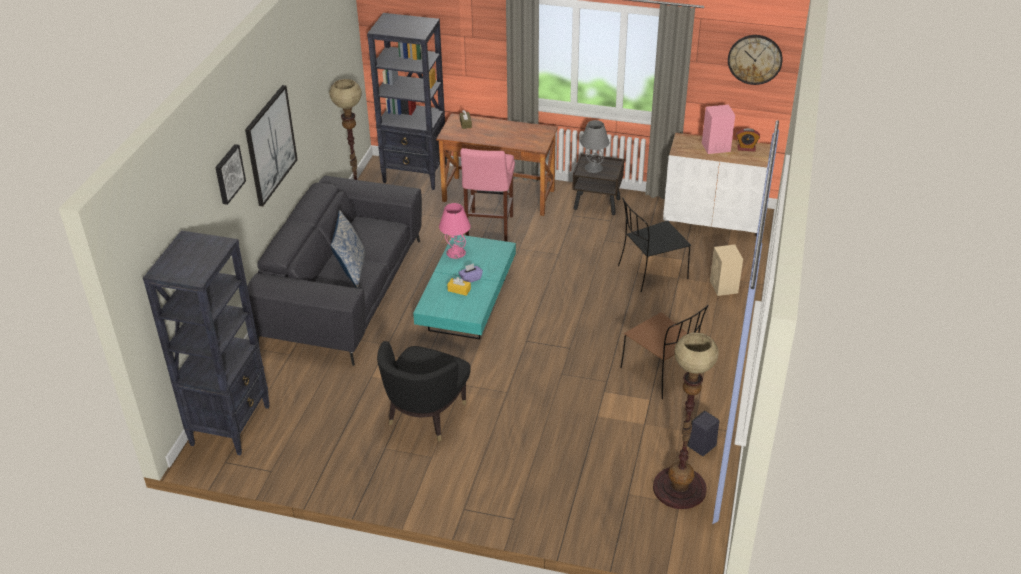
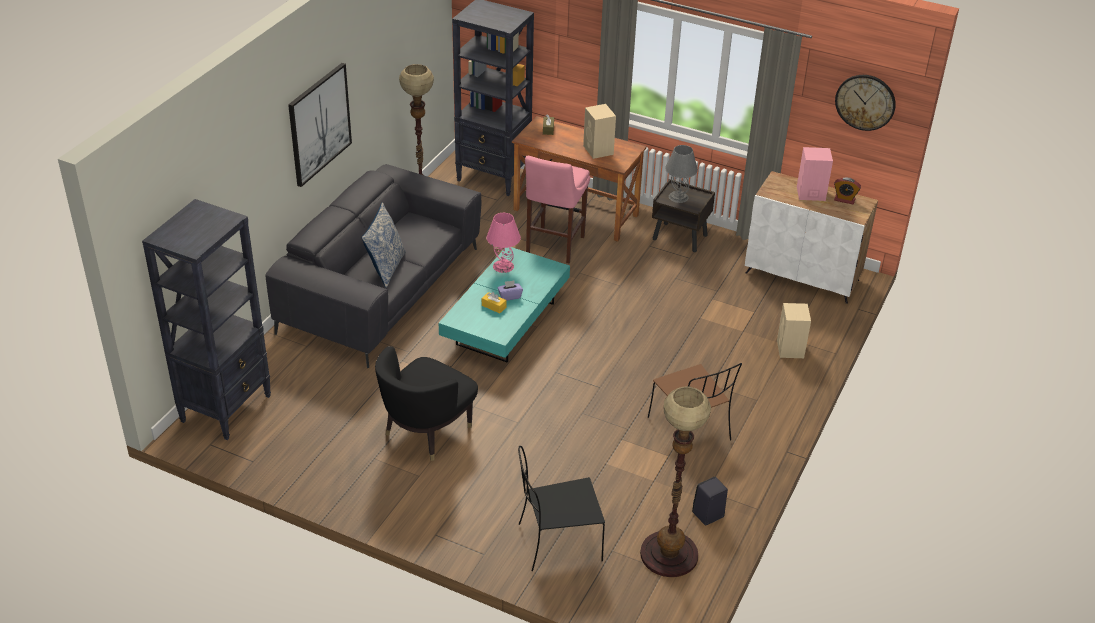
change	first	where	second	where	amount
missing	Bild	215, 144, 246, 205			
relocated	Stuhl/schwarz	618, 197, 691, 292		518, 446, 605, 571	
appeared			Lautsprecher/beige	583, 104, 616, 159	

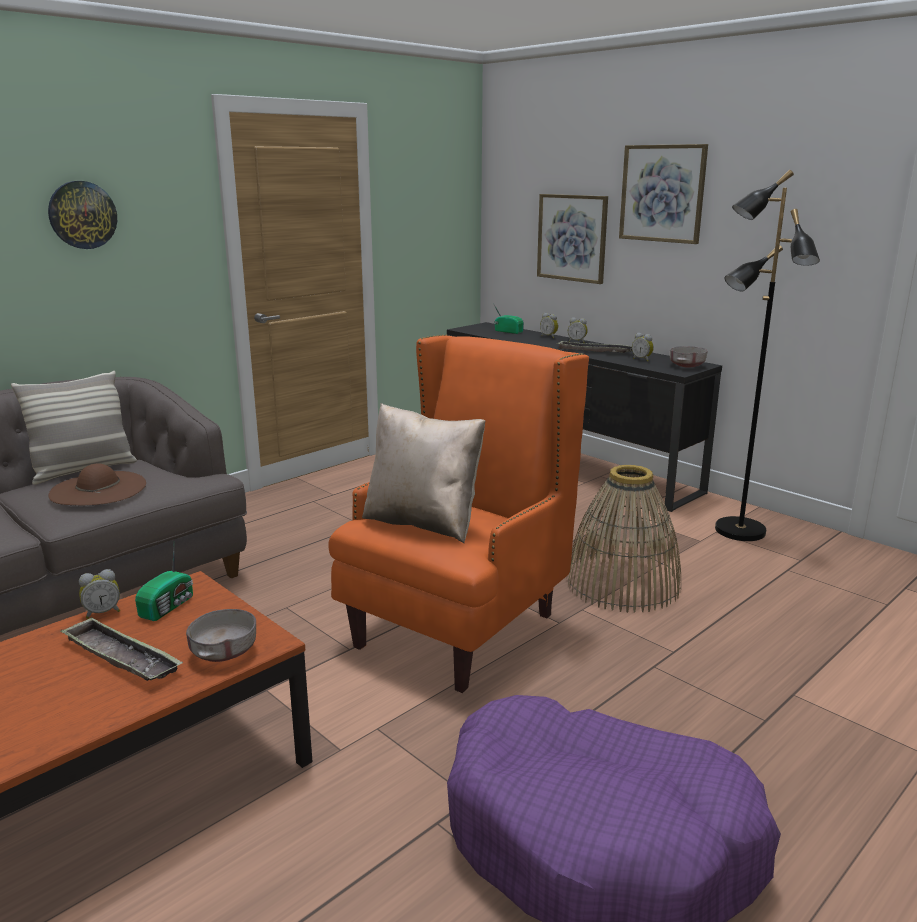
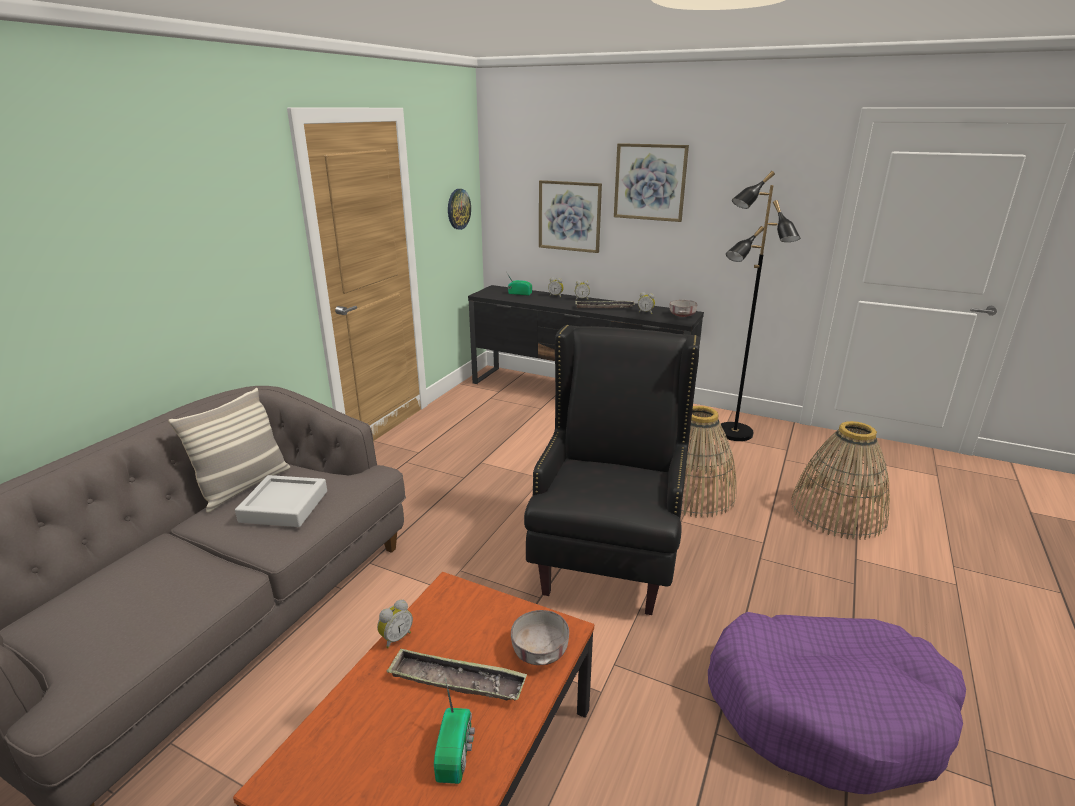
change	first	where	second	where	amount
relocated	Wanduhr	48, 181, 117, 249		448, 189, 471, 230	
exchanged	Hut/braun	49, 464, 146, 505	Tablett/grau	235, 475, 327, 527	
relocated	Radio	135, 546, 193, 621		434, 677, 475, 784	
colour	Sessel/orange	328, 334, 589, 693	Sessel/schwarz	524, 325, 700, 615	
missing	Kissen/beige	362, 403, 485, 543			
appeared			Korb	791, 421, 890, 540	

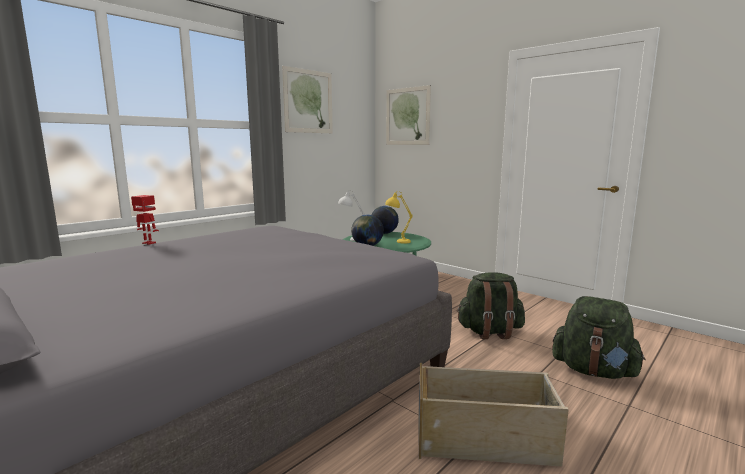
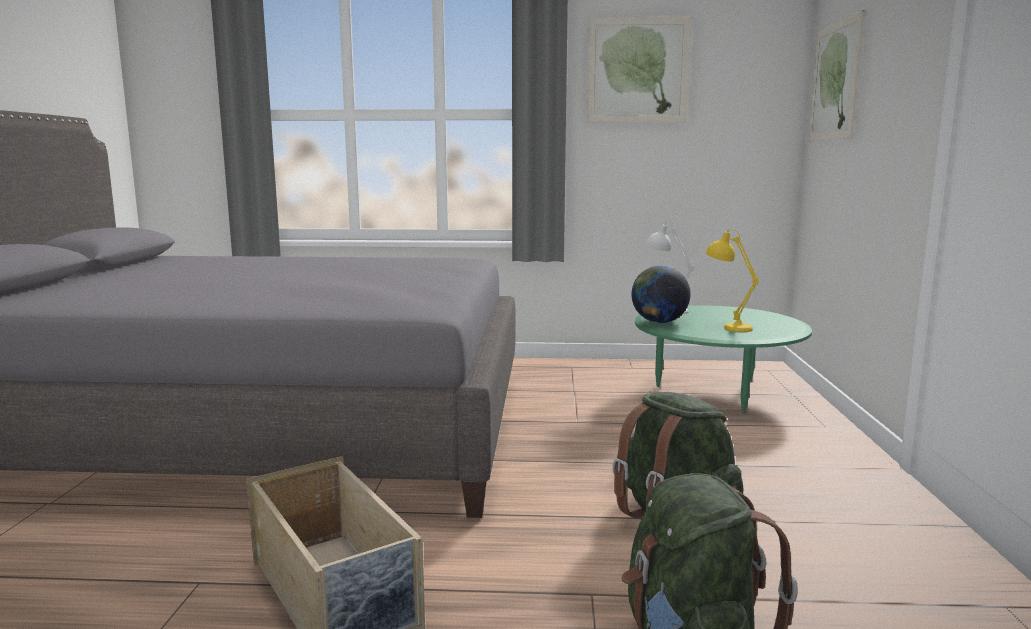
change	first	where	second	where	amount
missing	Spielzeugroboter	131, 195, 159, 245			
missing	Globus	371, 206, 399, 234			

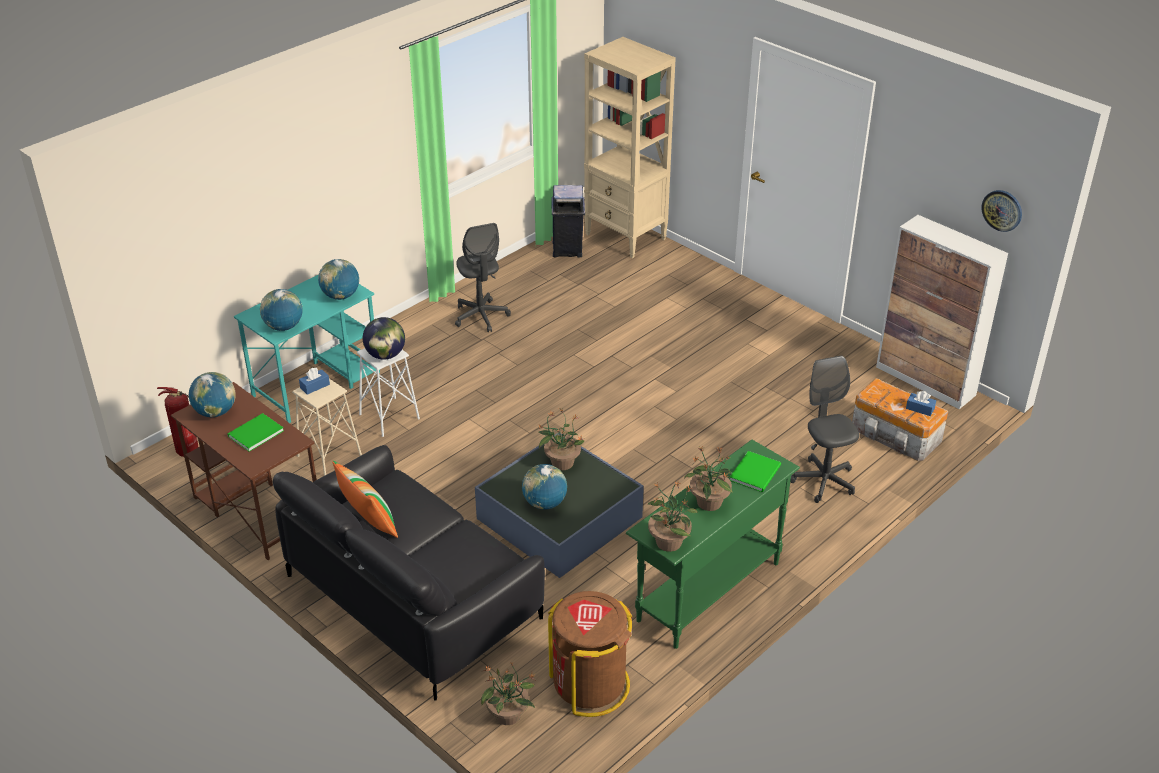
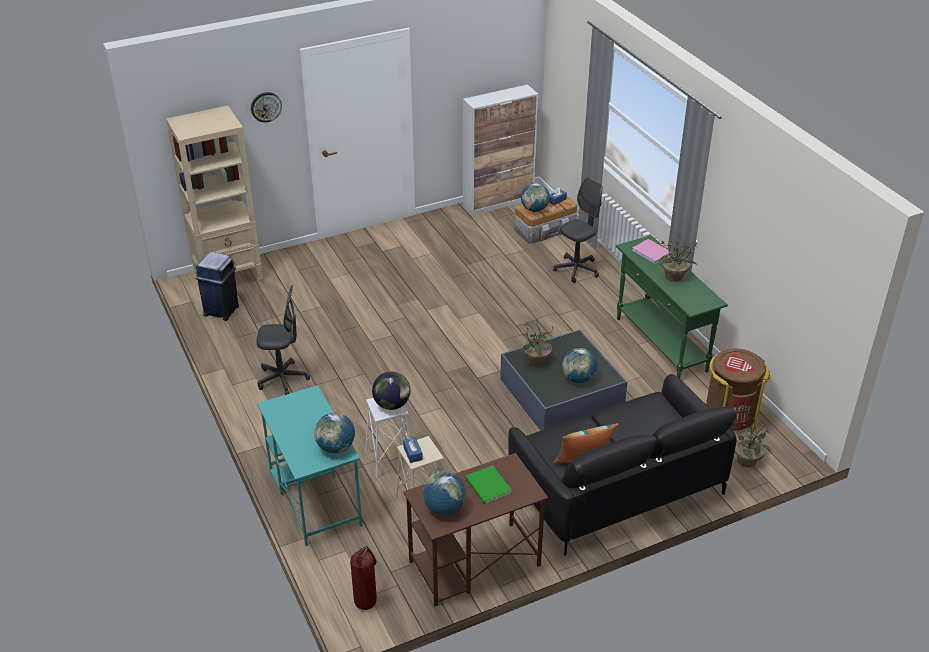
change	first	where	second	where	amount
relocated	Globus	318, 259, 359, 300		521, 183, 550, 212	
missing	Topfpflanze	647, 481, 697, 552			
colour	Buch/grün	730, 451, 781, 492	Buch/rosa	632, 239, 672, 264	
spun	Bürostuhl/grau	790, 356, 859, 503		553, 178, 603, 283	135 degrees clockwise
relocated	Wanduhr	981, 190, 1022, 232		251, 92, 282, 123	

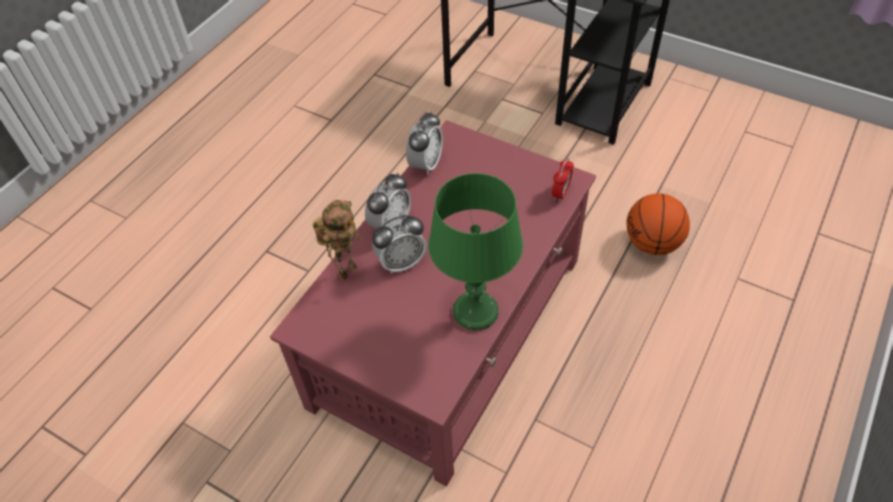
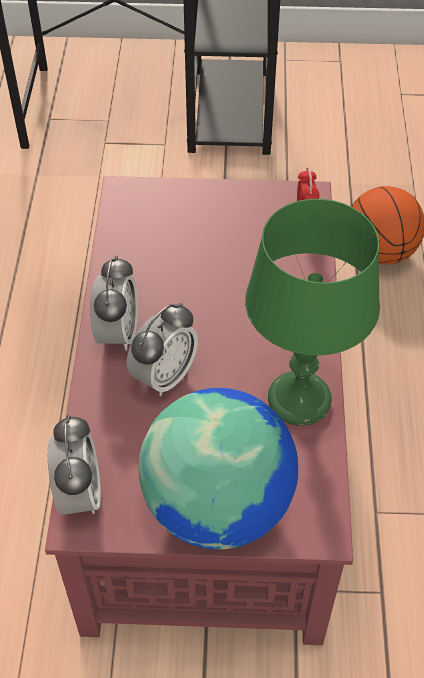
change	first	where	second	where	amount
missing	Spielzeugroboter	313, 200, 362, 281			
relocated	Wecker	406, 112, 443, 175		48, 415, 101, 515	
appeared			Globus	139, 388, 298, 549	

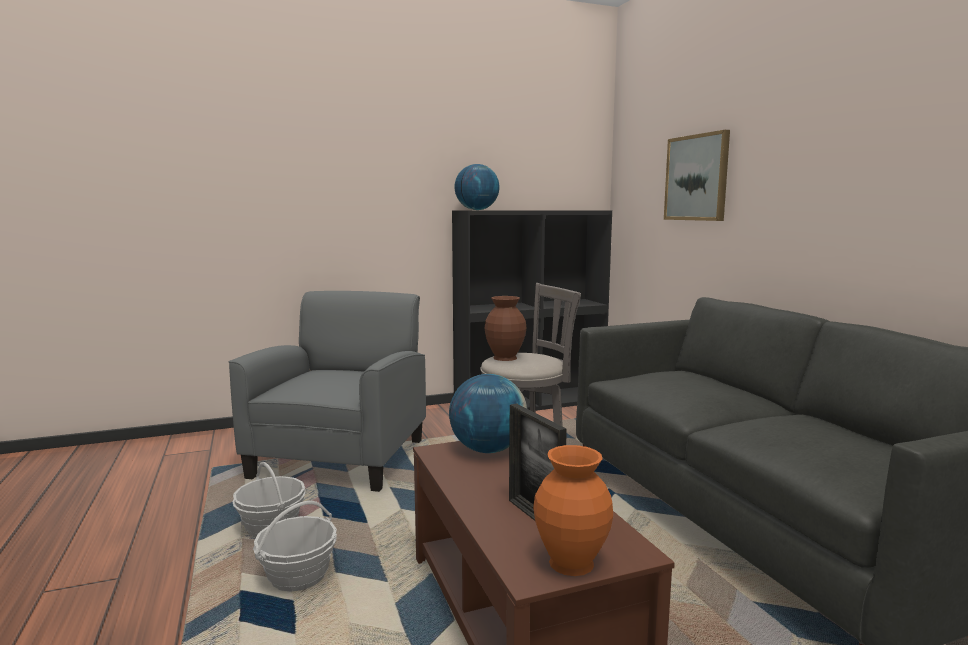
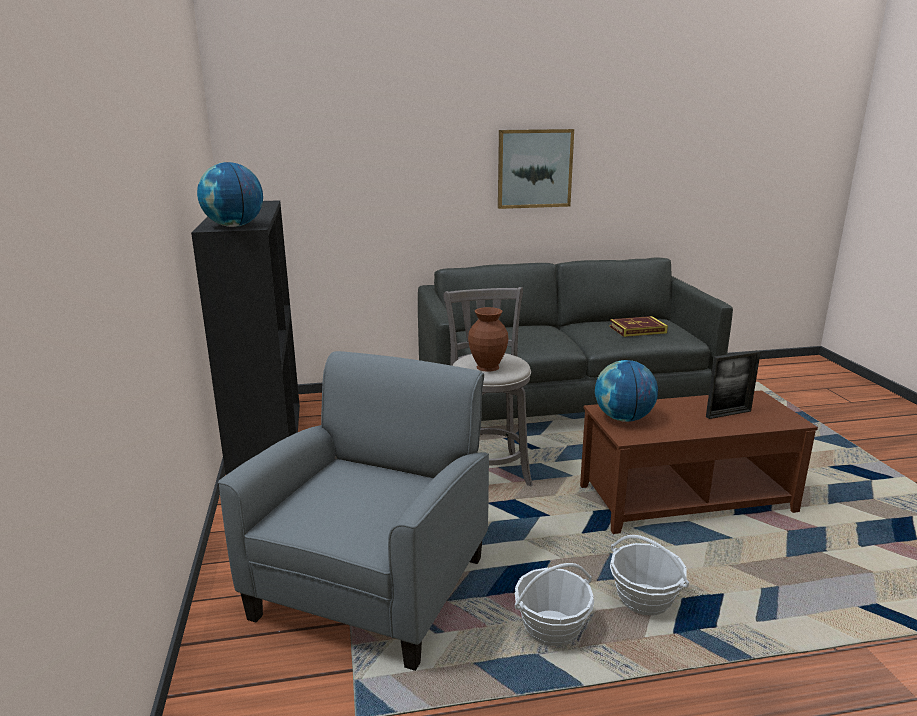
change	first	where	second	where	amount
spun	Sessel/grau	229, 291, 426, 492		218, 351, 489, 671	90 degrees clockwise
missing	Vase/orange	533, 445, 613, 576			
relocated	Bild	664, 130, 730, 221		498, 129, 574, 209	
appeared			Buch	610, 316, 668, 337	

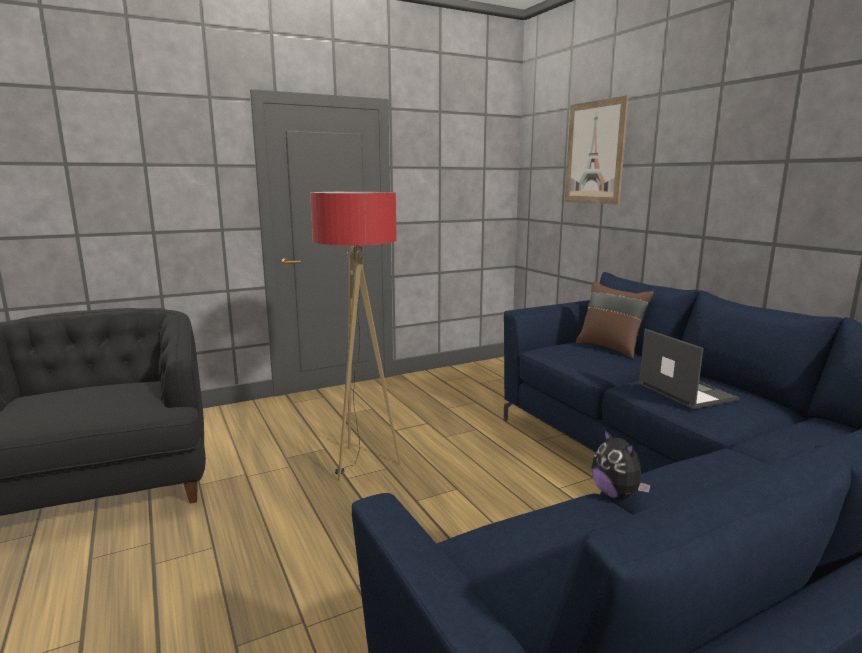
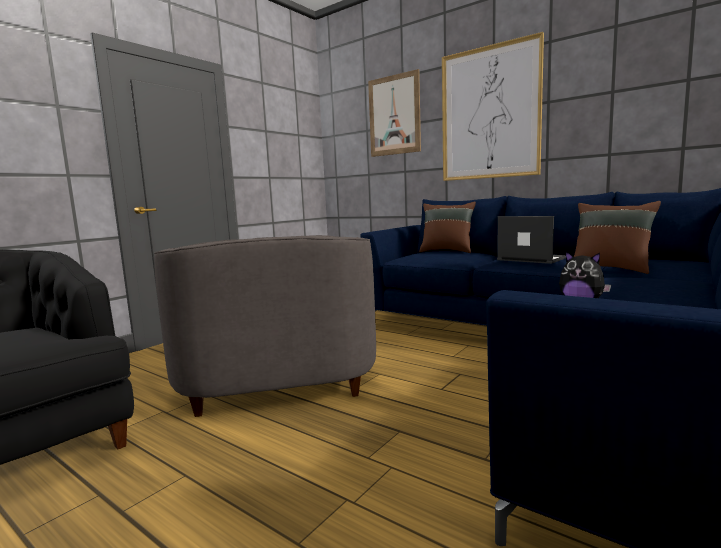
change	first	where	second	where	amount
exchanged	Stehlampe	310, 191, 401, 481	Sessel/grau	154, 235, 376, 417	
appeared			Bild	442, 32, 544, 181	
appeared			Kissen/braun	574, 201, 661, 274	

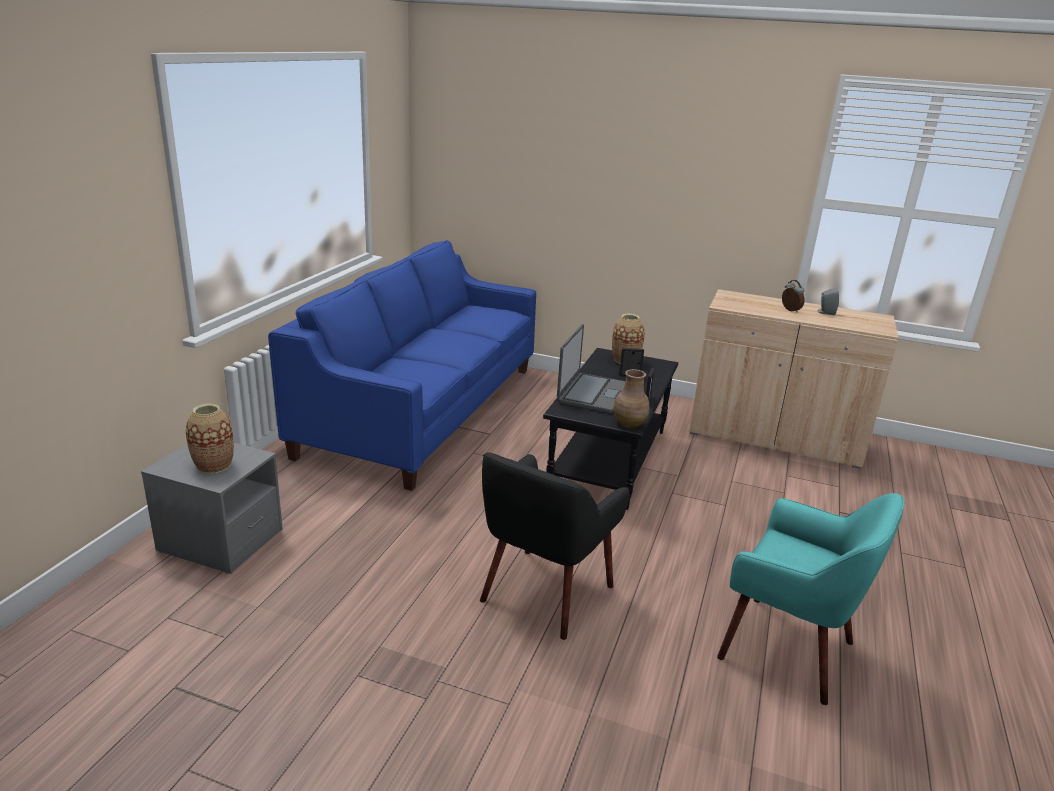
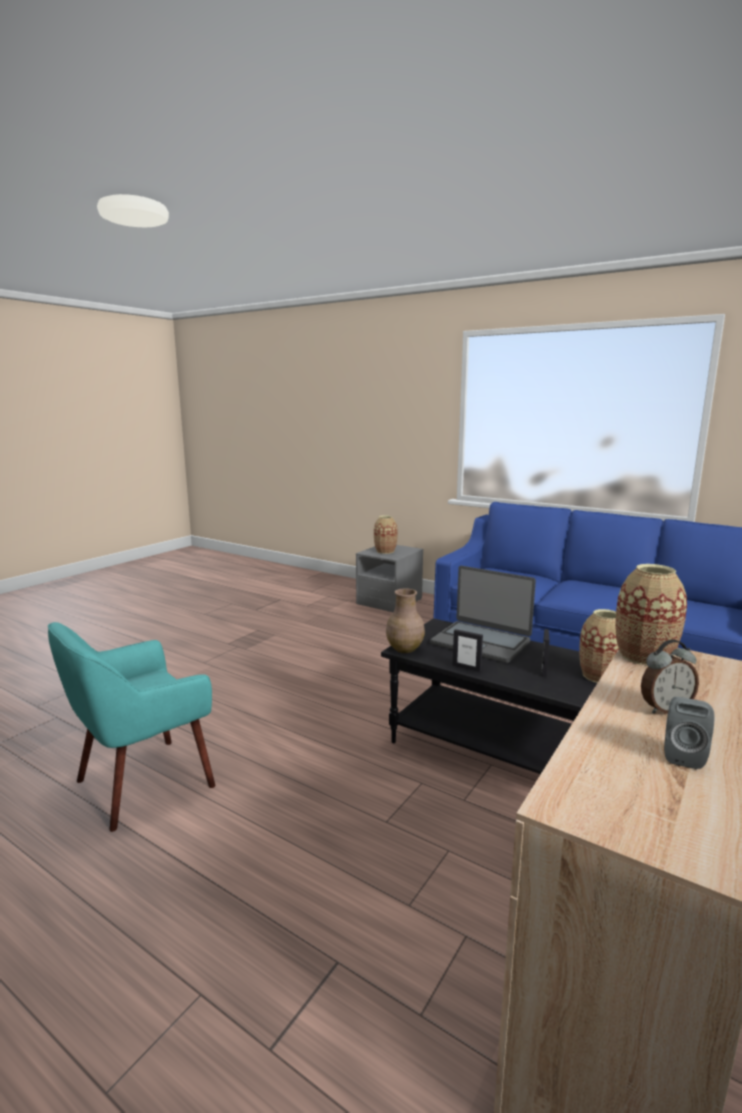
change	first	where	second	where	amount
missing	Sessel/schwarz	480, 453, 630, 640			
appeared			Vase	615, 564, 687, 666	

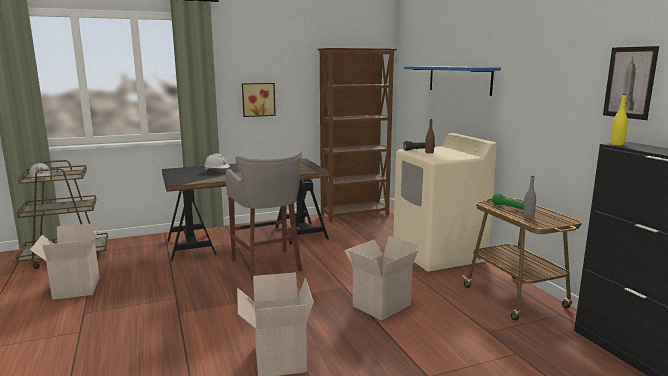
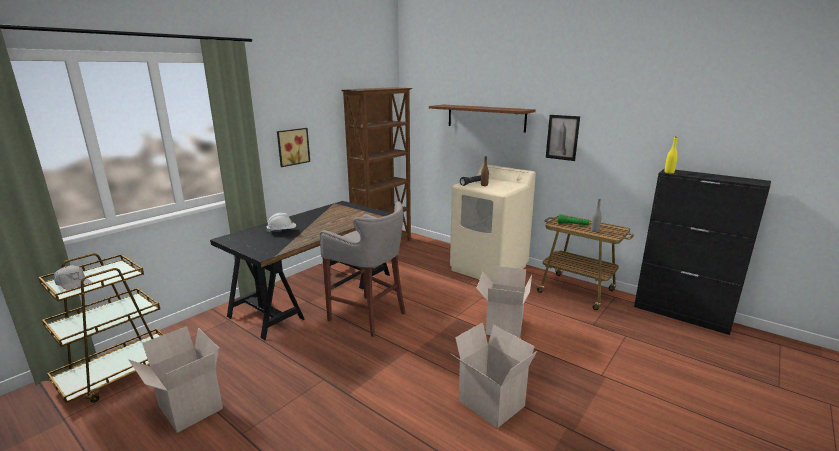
change	first	where	second	where	amount
colour	Wandregal/blau	404, 66, 501, 96	Wandregal/braun	429, 105, 536, 133	
relocated	Bild	603, 46, 659, 120		546, 115, 580, 161	

